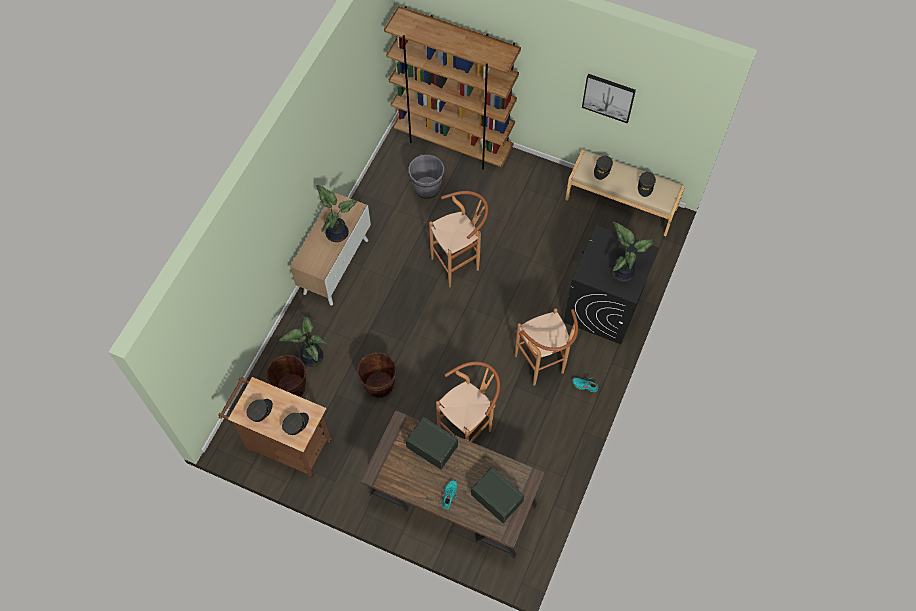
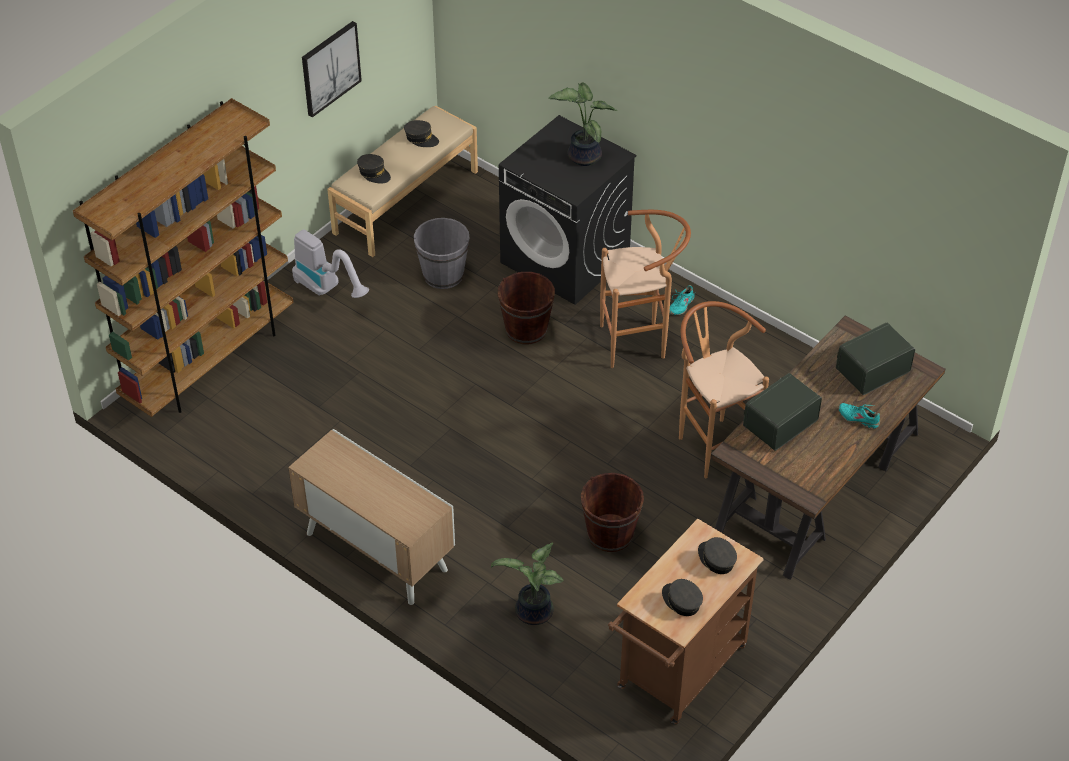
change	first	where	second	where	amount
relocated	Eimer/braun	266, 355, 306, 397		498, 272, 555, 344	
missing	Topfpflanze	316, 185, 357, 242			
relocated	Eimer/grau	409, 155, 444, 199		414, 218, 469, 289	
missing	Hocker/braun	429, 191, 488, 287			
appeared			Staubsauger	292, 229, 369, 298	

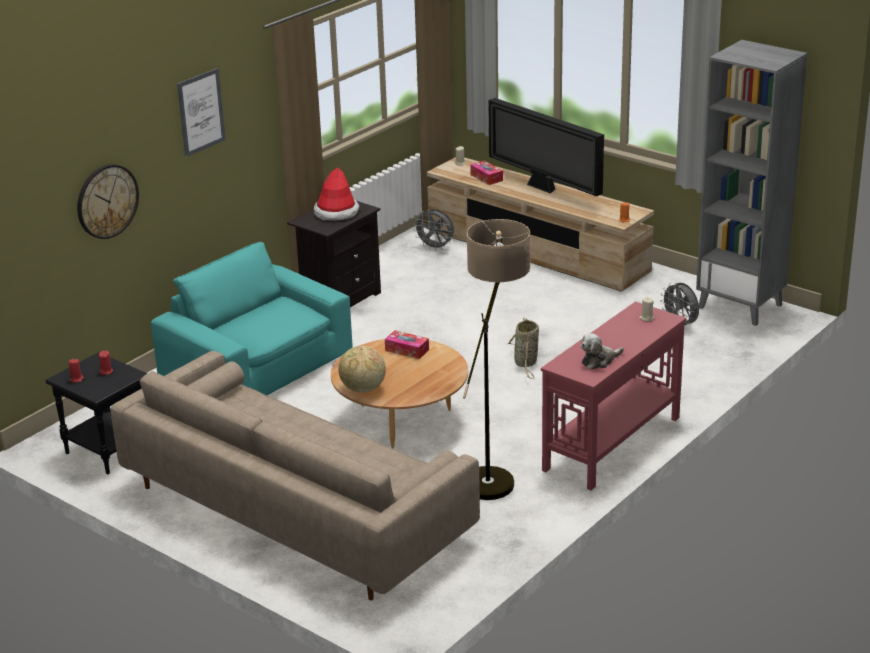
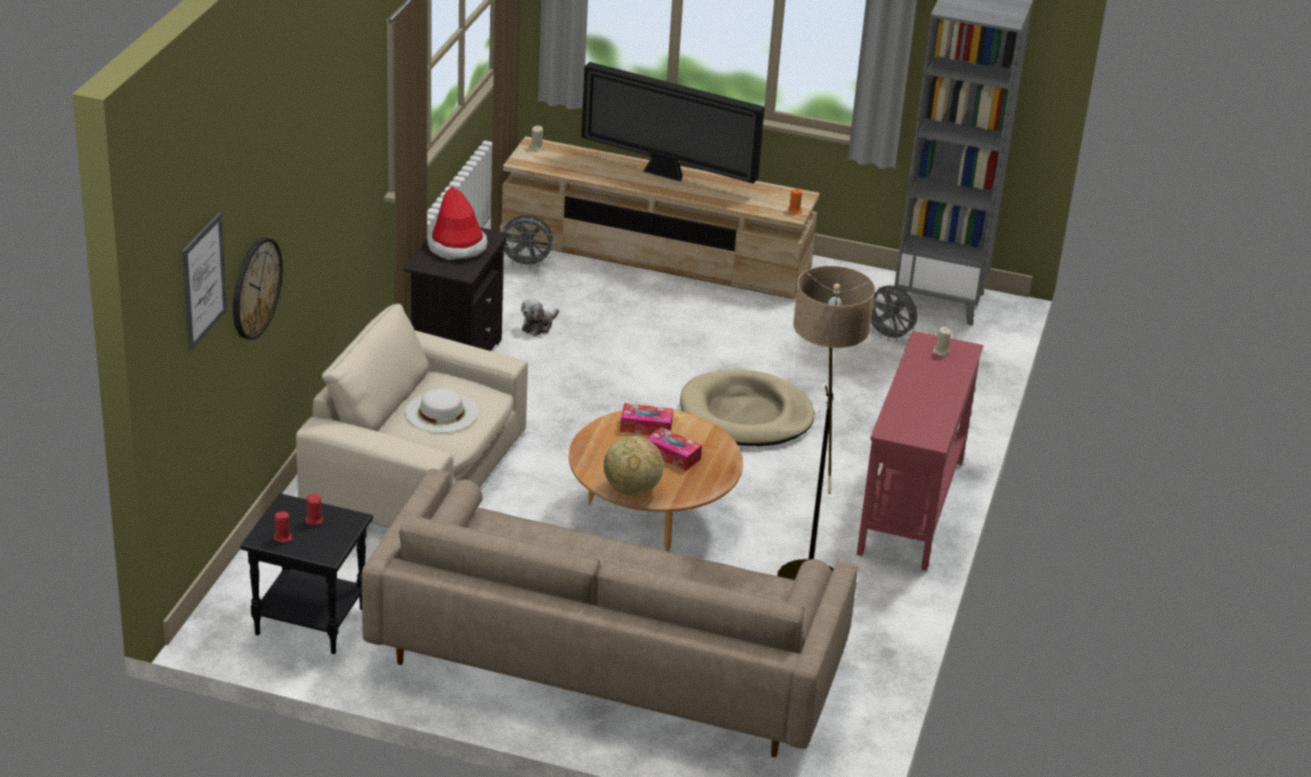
change	first	where	second	where	amount
colour	Sessel/türkis	151, 242, 353, 395	Sessel/beige	296, 304, 528, 528	
relocated	Bild	177, 68, 225, 157		182, 213, 227, 351	
relocated	Taschentuchbox	470, 161, 503, 185		646, 427, 702, 471	
exchanged	Korb	508, 318, 539, 379	Hundebett/beige	680, 370, 814, 446	
relocated	Plüschtier	581, 333, 624, 369		521, 299, 559, 336	
appeared			Hut/weiß	405, 388, 478, 433	

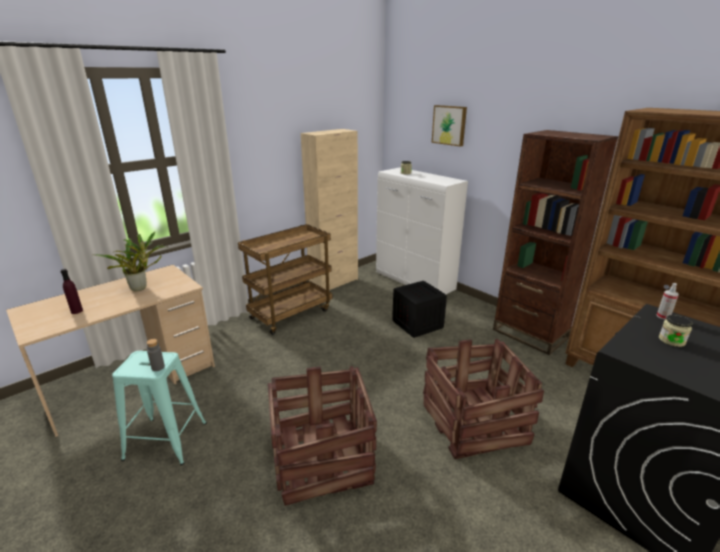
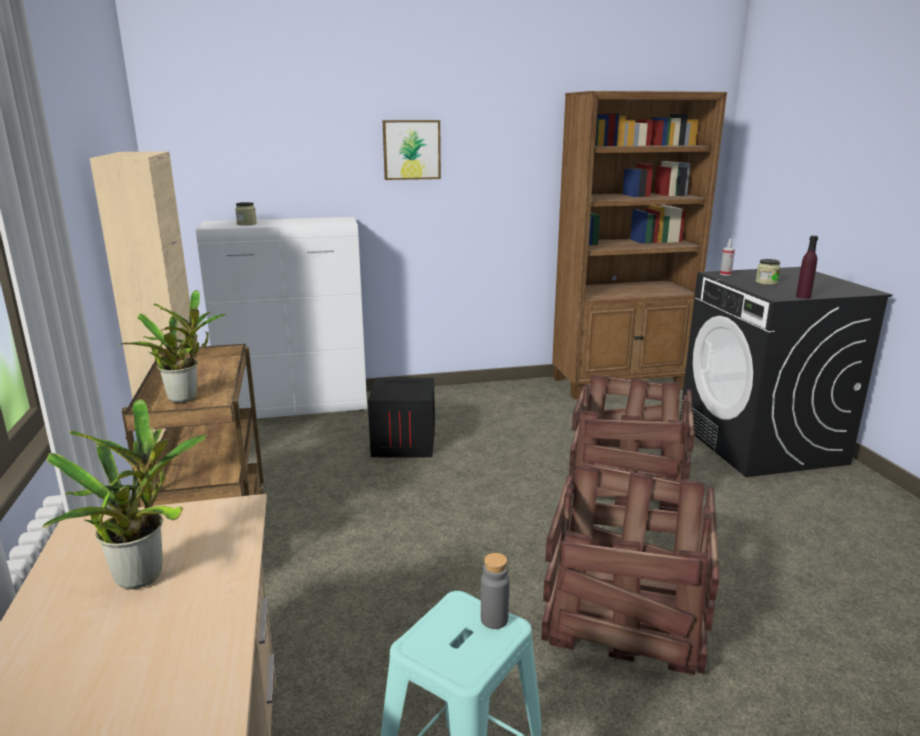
change	first	where	second	where	amount
relocated	Flasche/lila	60, 269, 83, 314		796, 236, 818, 299	
relocated	Bild	432, 105, 467, 147		383, 120, 441, 180	
missing	Bücherregal/braun	493, 130, 618, 355			
appeared			Topfpflanze	118, 290, 226, 403	

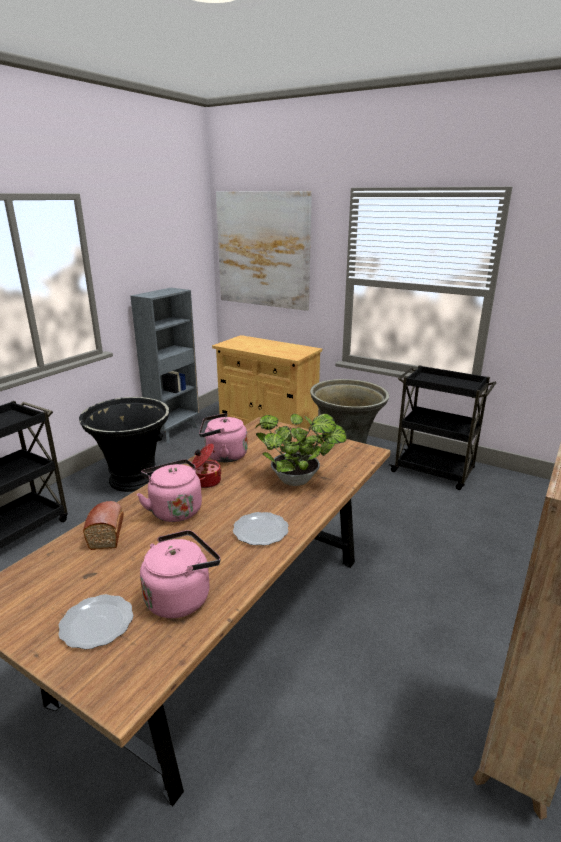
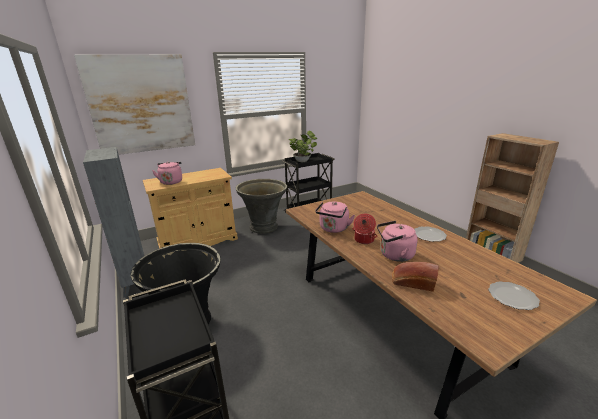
change	first	where	second	where	amount
relocated	Wasserkessel/rosa	140, 530, 221, 618		152, 162, 182, 185	
relocated	Topfpflanze	255, 414, 347, 486		289, 131, 317, 162	

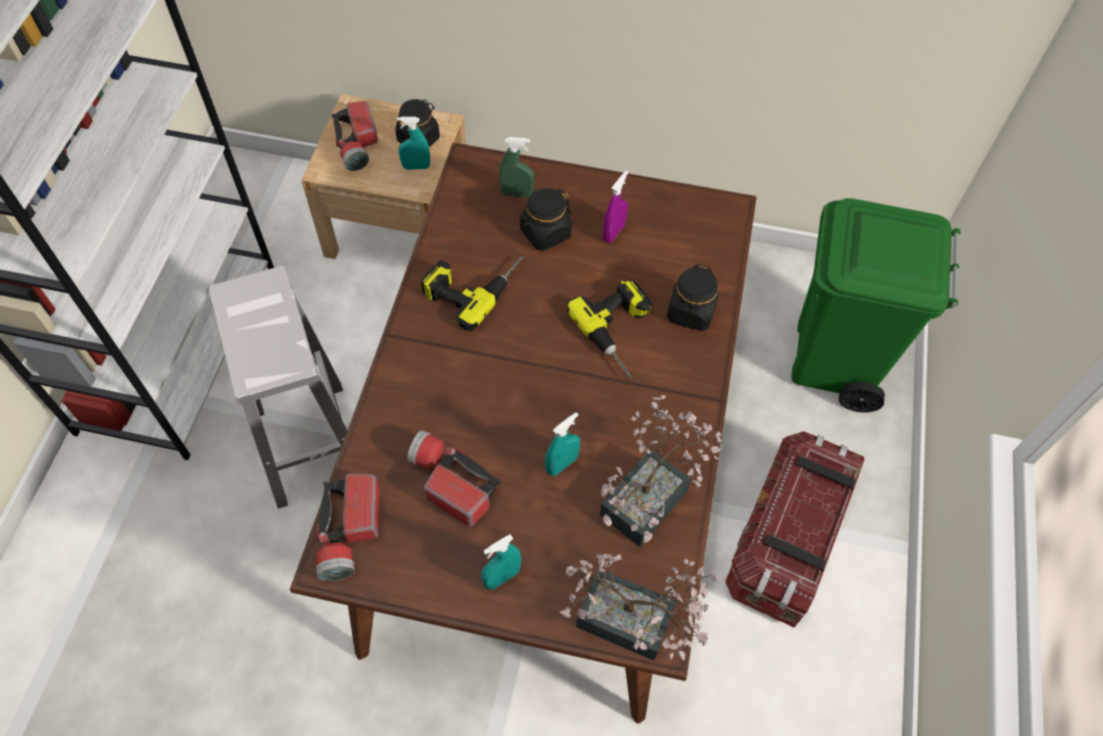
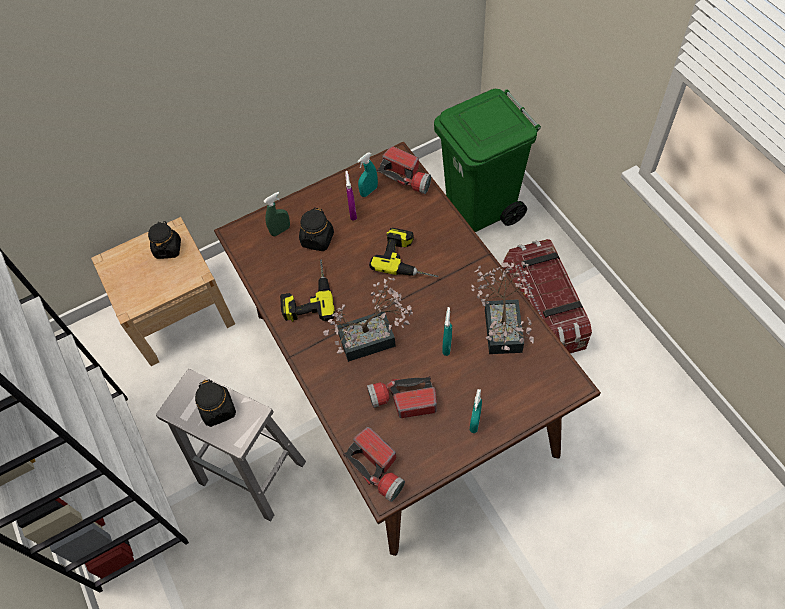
change	first	where	second	where	amount
relocated	Taschenlampe	332, 101, 378, 171		377, 146, 431, 194	
relocated	Sprühflasche/türkis	397, 117, 430, 170		357, 152, 378, 197	
relocated	Topfpflanze	560, 554, 717, 661		323, 277, 413, 362	
relocated	Vorratsglas/schwarz	667, 264, 719, 331		195, 379, 236, 427	

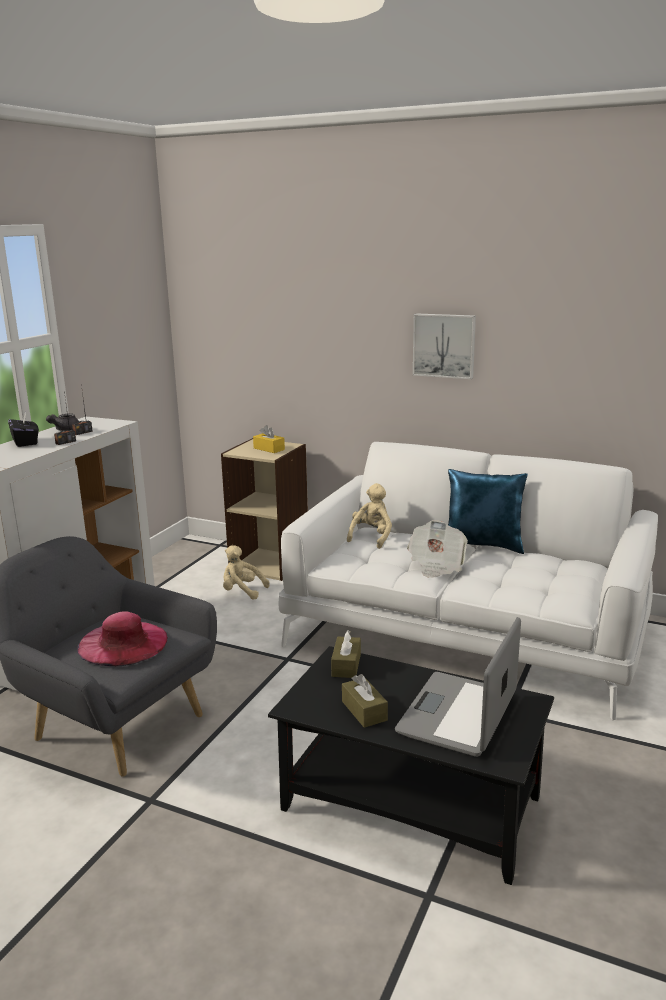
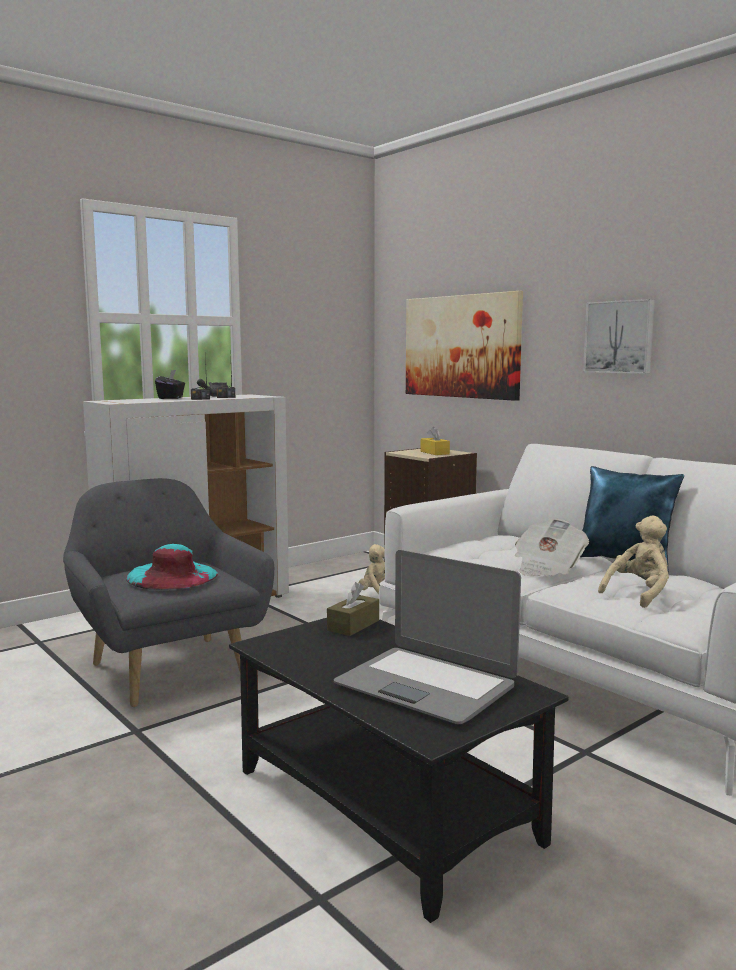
change	first	where	second	where	amount
colour	Hut/rosa	77, 611, 168, 666	Hut/türkis	126, 544, 218, 590	
missing	Taschentuchbox/braun	342, 674, 388, 728			
relocated	Plüschtier/beige	347, 483, 392, 549		598, 516, 669, 608	
spun	Laptop	395, 617, 521, 757		334, 550, 521, 724	105 degrees counterclockwise
appeared			Bild	406, 291, 523, 401	

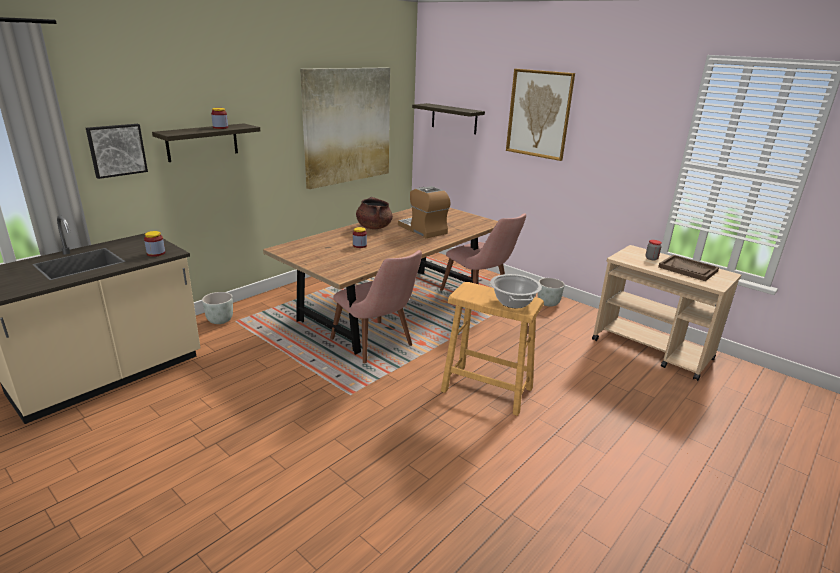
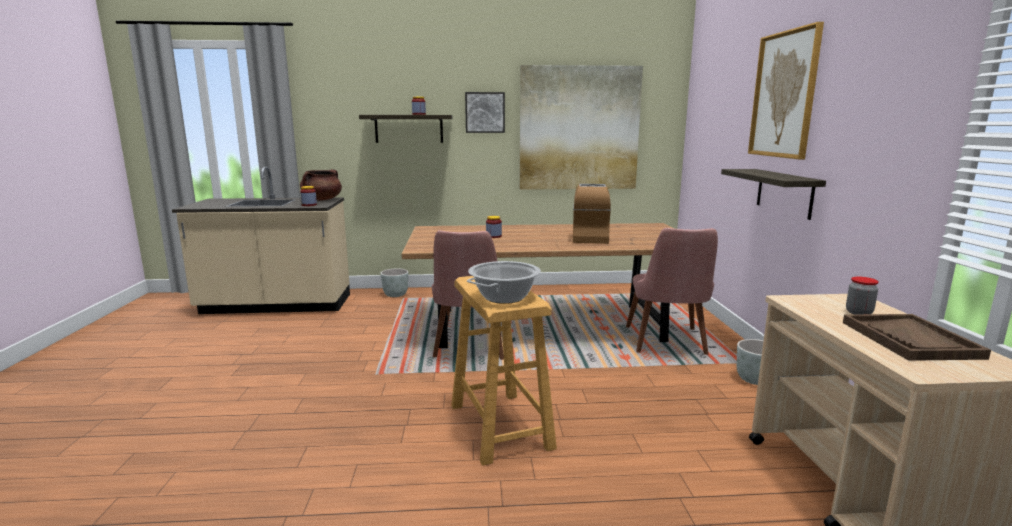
change	first	where	second	where	amount
relocated	Bild	86, 124, 148, 179		465, 92, 505, 133	
relocated	Kochtopf/braun	356, 197, 393, 229		300, 169, 342, 200	
relocated	Wandregal	412, 103, 485, 134		721, 169, 826, 220	

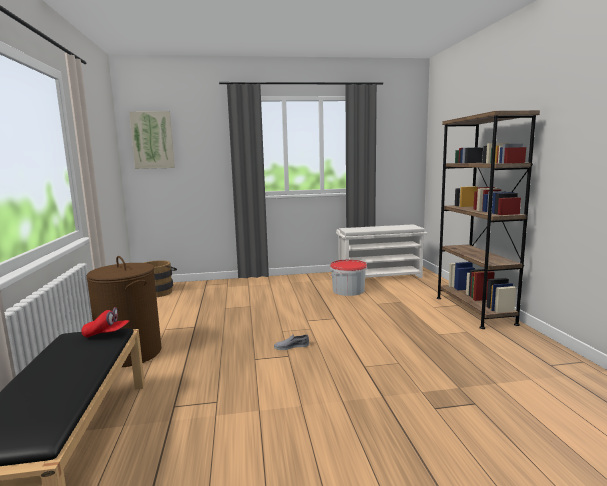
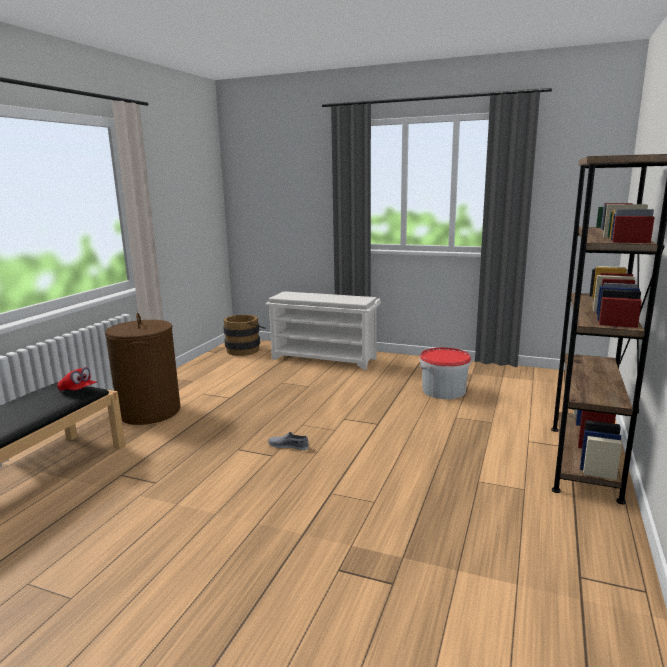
change	first	where	second	where	amount
missing	Bild	129, 111, 175, 169			
relocated	Schuhregal/weiß	336, 224, 427, 278		265, 291, 381, 370	

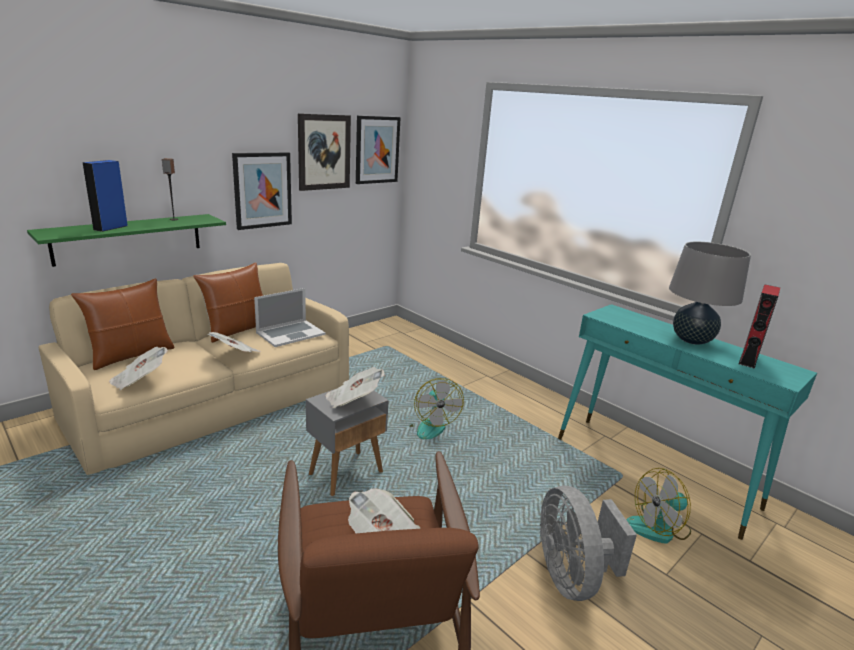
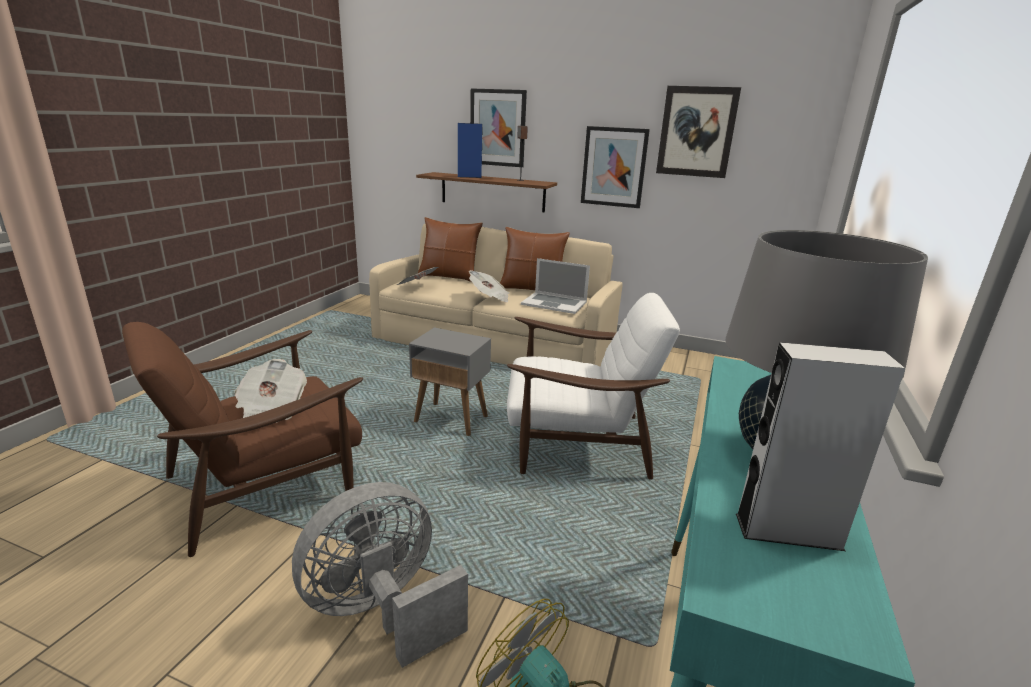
change	first	where	second	where	amount
colour	Wandregal/grün	27, 214, 226, 267	Wandregal/braun	416, 172, 557, 212	
missing	Zeitung	326, 367, 385, 408			
relocated	Bild	356, 116, 401, 184		470, 88, 527, 167	
exchanged	Ventilator	410, 378, 464, 439	Sessel/weiß	507, 293, 680, 480	
colour	Lautsprecher/rot	739, 284, 780, 369	Lautsprecher/grau	736, 342, 906, 551	

